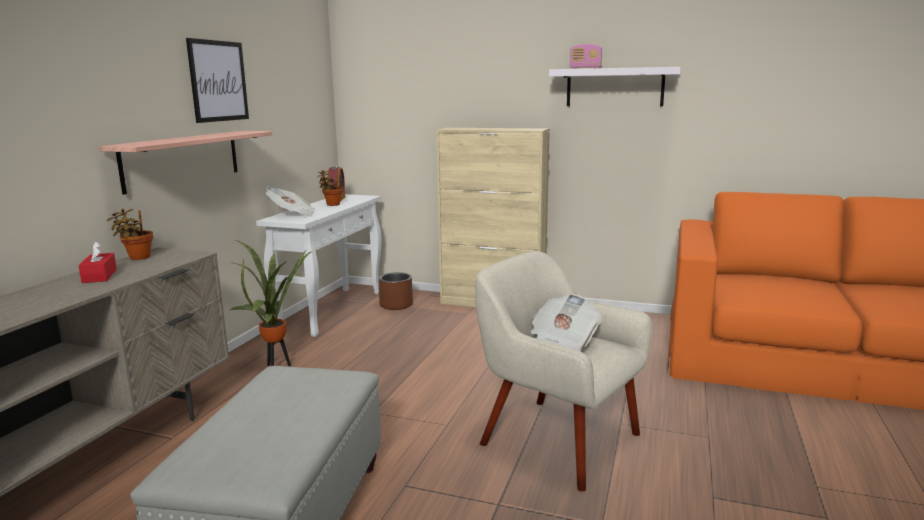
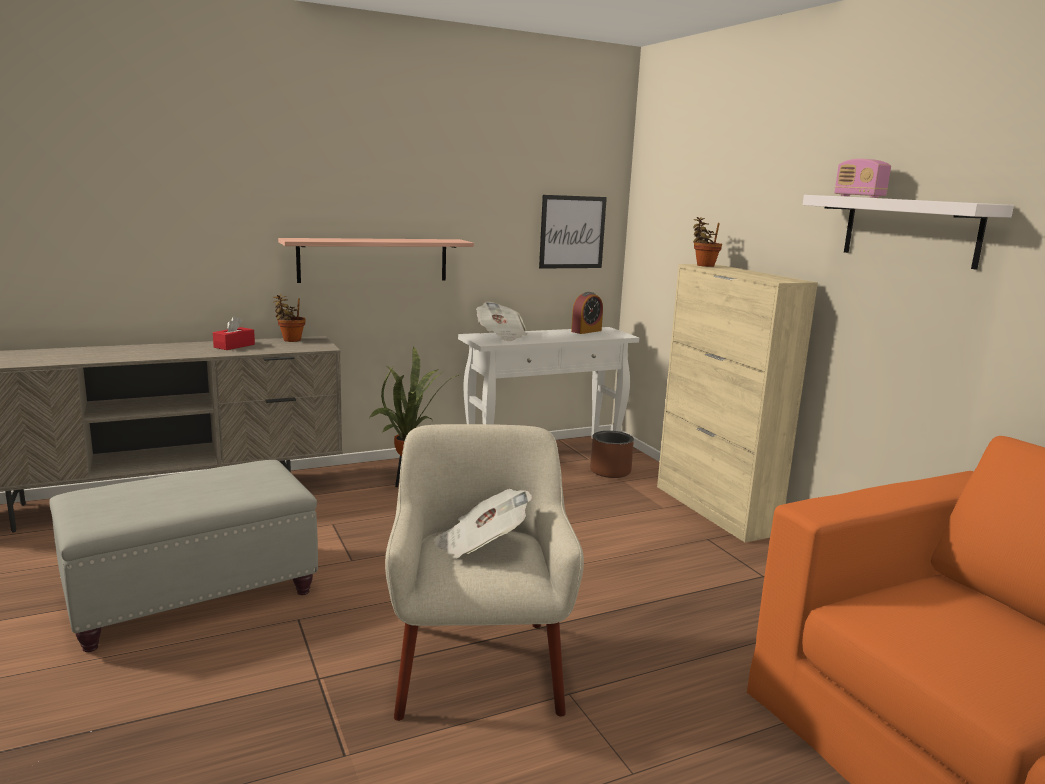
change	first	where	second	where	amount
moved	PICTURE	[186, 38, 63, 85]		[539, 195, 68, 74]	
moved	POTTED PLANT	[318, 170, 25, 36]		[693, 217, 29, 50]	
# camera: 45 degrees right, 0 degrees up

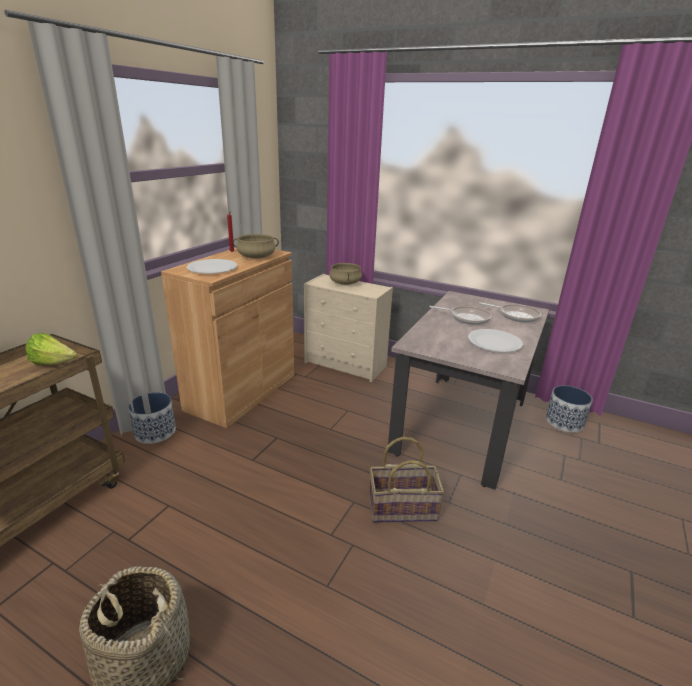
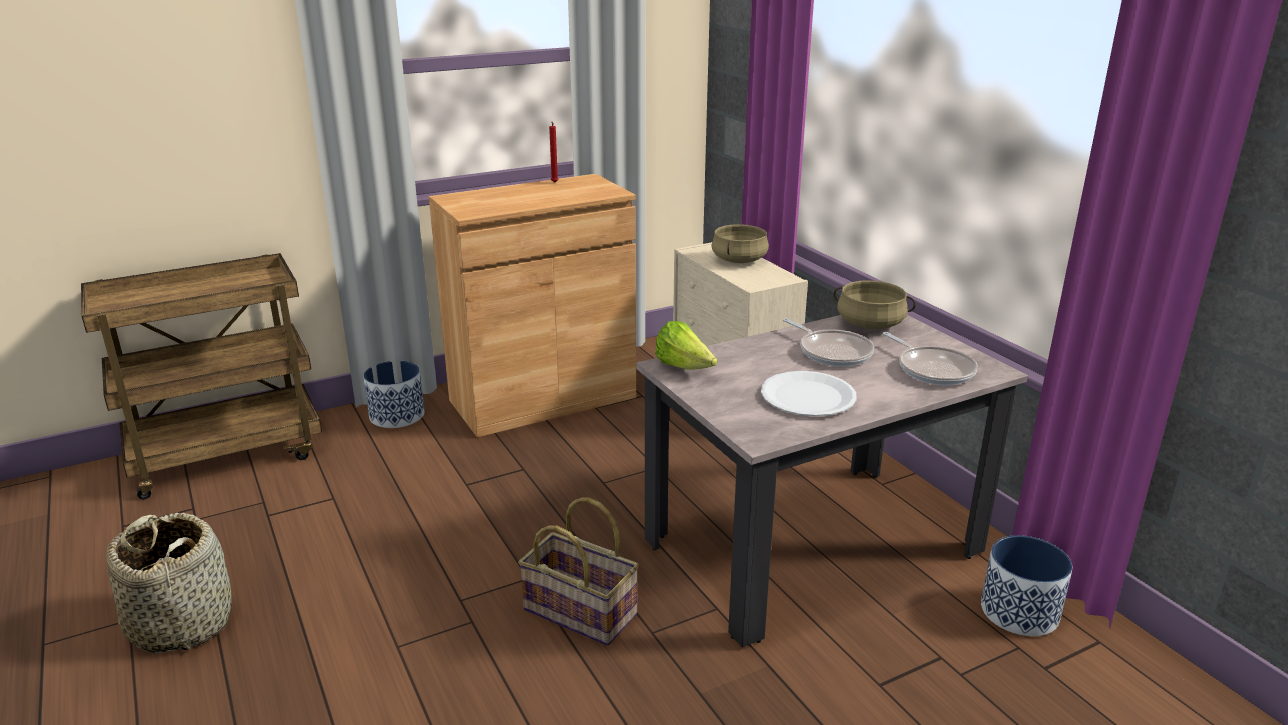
change	first	where	second	where	amount
moved	BEIGE COOKING POT	[233, 234, 46, 24]		[833, 280, 83, 49]	
removed	WHITE PLATE	[187, 259, 50, 15]			
moved	LETTUCE	[25, 333, 53, 32]		[655, 321, 63, 48]	
# camera: 35 degrees right, 0 degrees up

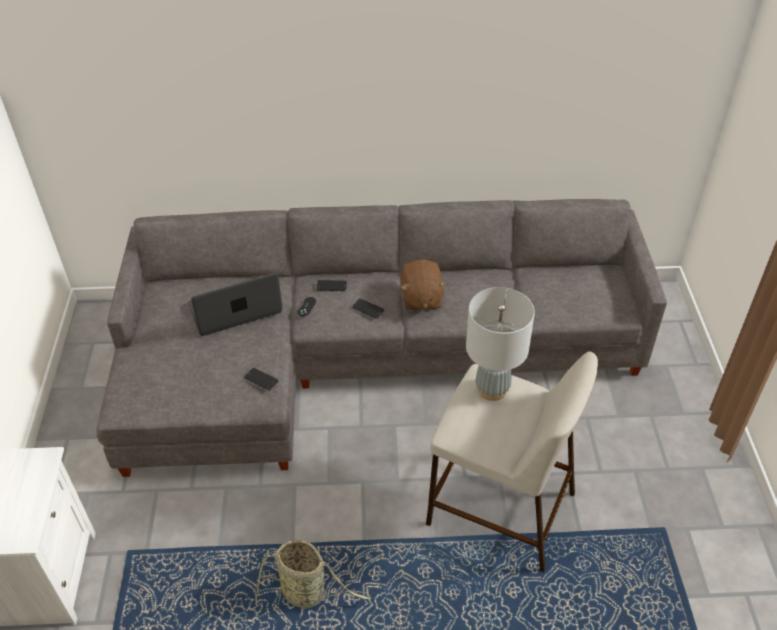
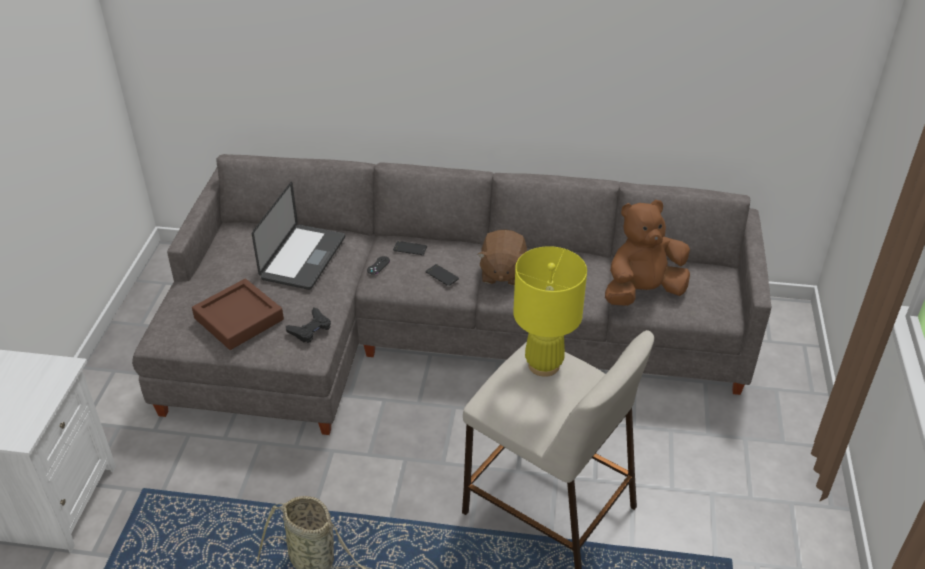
change	first	where	second	where	amount
turned	LAPTOP	[188, 273, 95, 63]		[252, 182, 93, 108]	120 degrees clockwise
recoloured	GREY TABLE LAMP	[466, 287, 69, 114]	YELLOW TABLE LAMP	[513, 246, 74, 131]	
replaced	PHONE	[244, 368, 34, 23]	BLACK GAME CONTROLLER	[286, 307, 45, 36]	
added			BROWN PLUSH TOY	[605, 200, 85, 106]	
added			BROWN TRAY	[192, 279, 92, 71]	
# camera: 10 degrees right, 5 degrees down

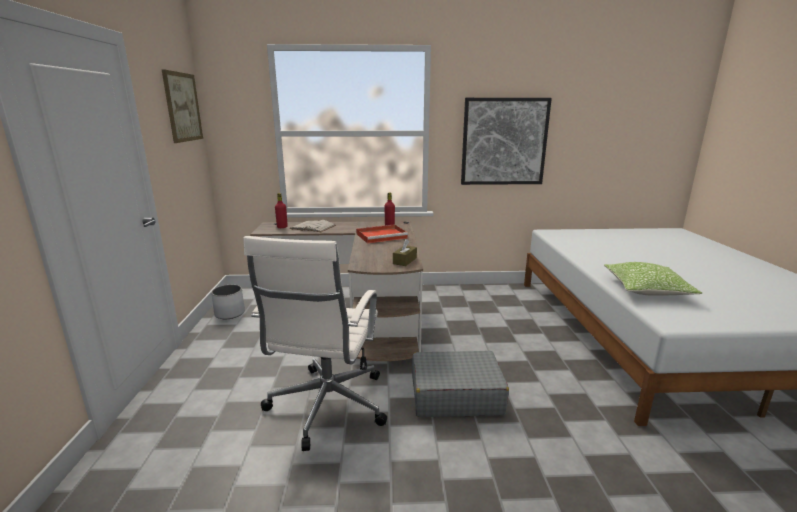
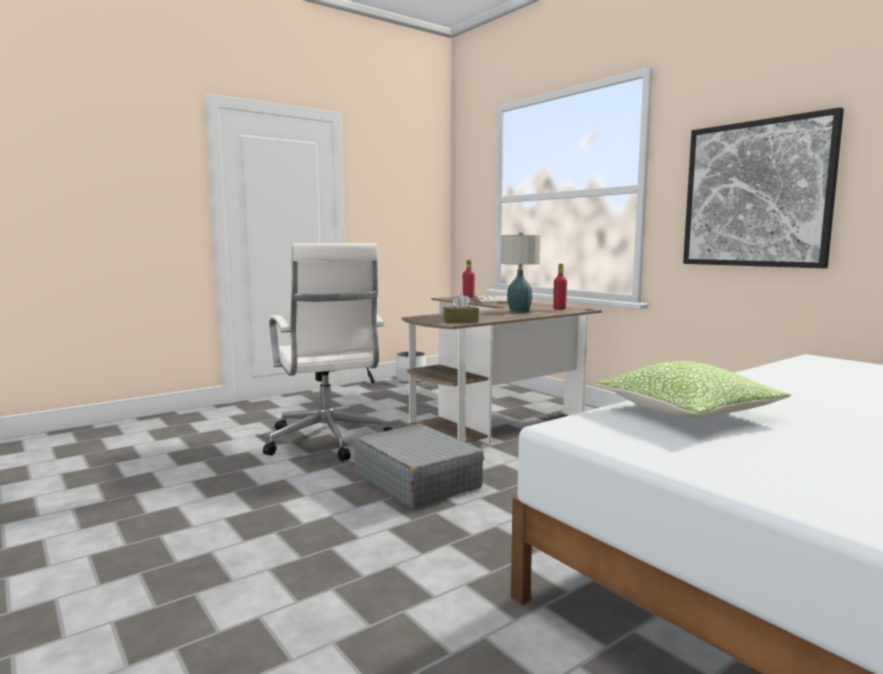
change	first	where	second	where	amount
removed	PICTURE	[161, 69, 42, 74]			
replaced	RED TRAY	[356, 224, 52, 19]	TABLE LAMP	[501, 232, 40, 81]	
turned	WHITE OFFICE CHAIR	[243, 236, 144, 215]		[263, 243, 130, 218]	90 degrees counterclockwise
# camera: 55 degrees right, 10 degrees down

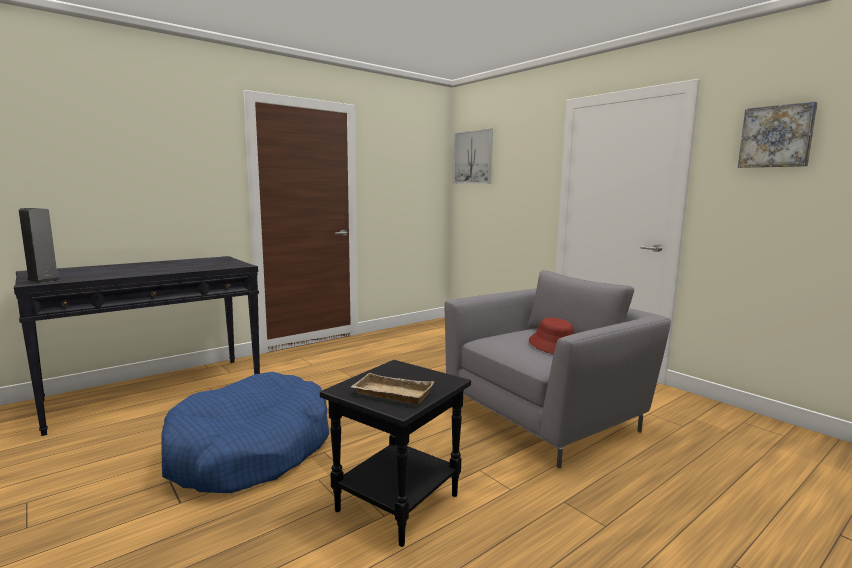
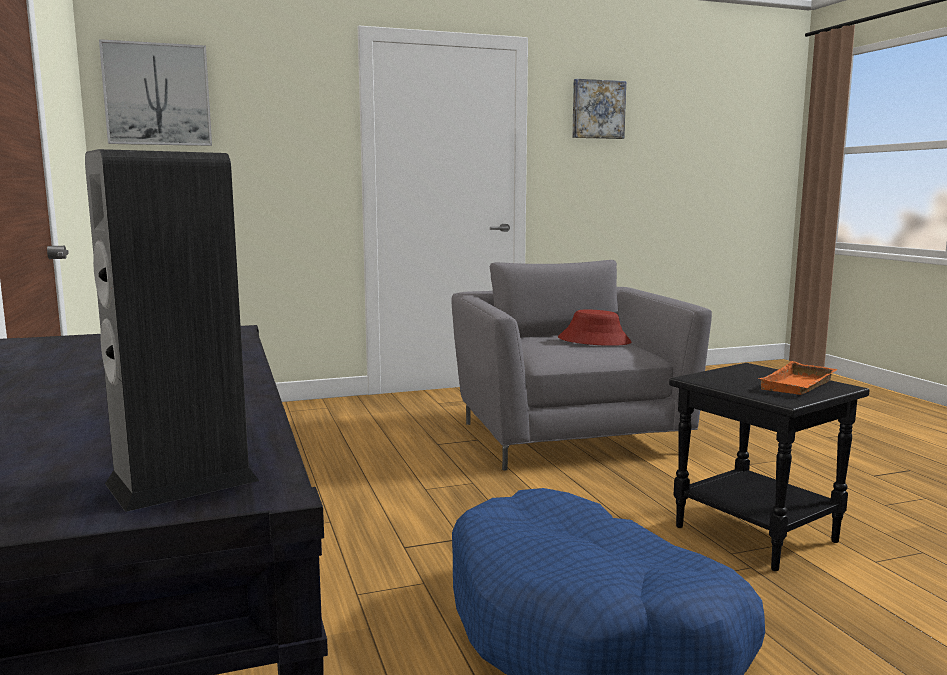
change	first	where	second	where	amount
recoloured	BEIGE TRAY	[351, 373, 83, 32]	ORANGE TRAY	[758, 361, 79, 34]	
# camera: 70 degrees left, 0 degrees up

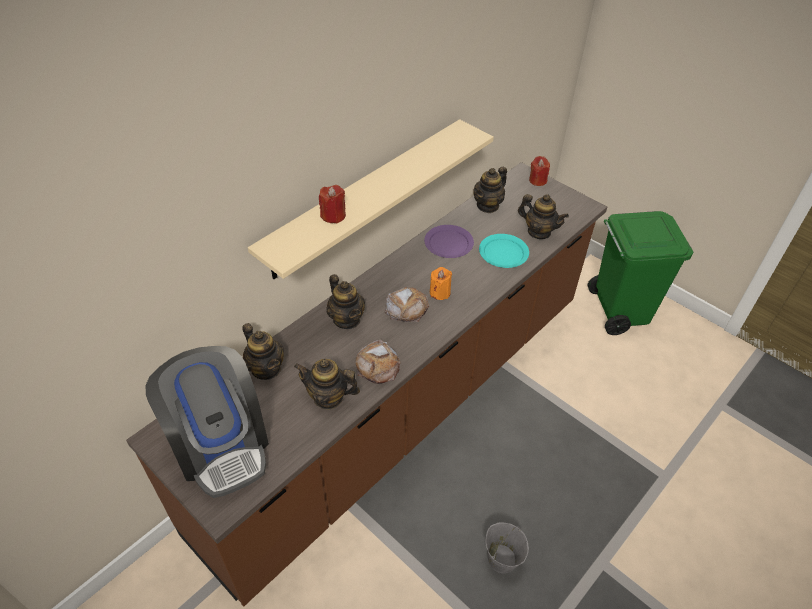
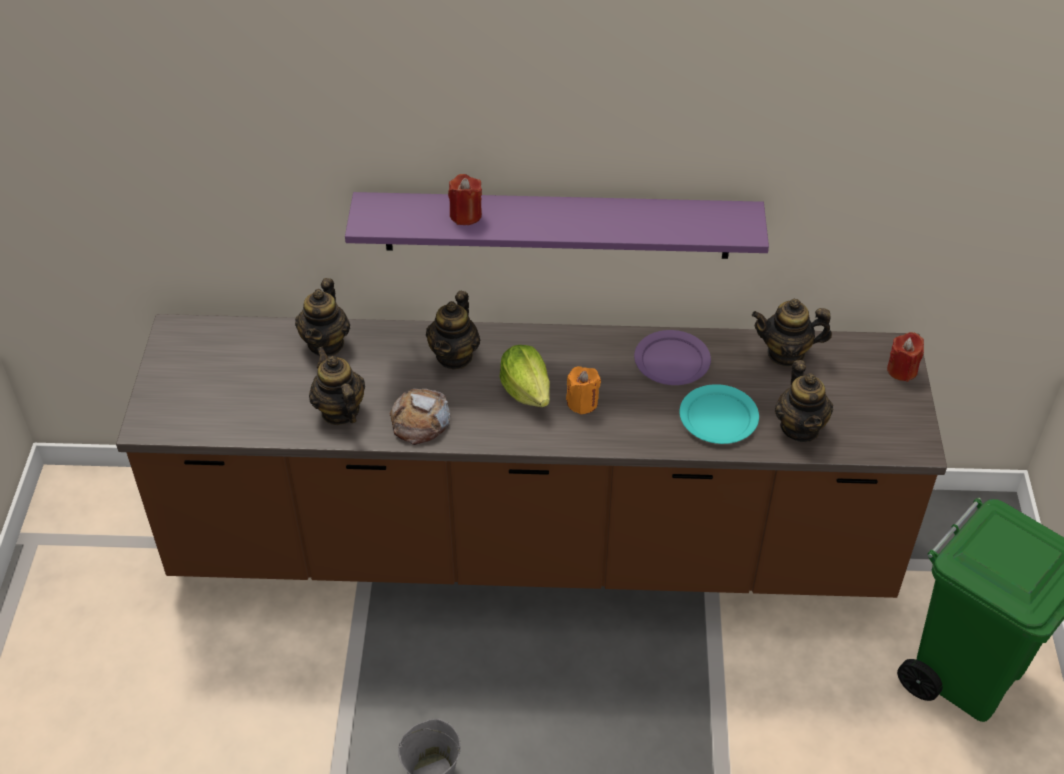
change	first	where	second	where	amount
recoloured	BEIGE SHELF	[248, 119, 246, 160]	PURPLE SHELF	[345, 192, 424, 67]	
replaced	BREAD	[385, 287, 44, 35]	LETTUCE	[499, 345, 51, 62]	
removed	COFFEE MACHINE	[146, 346, 123, 152]			
# camera: 50 degrees right, 0 degrees up

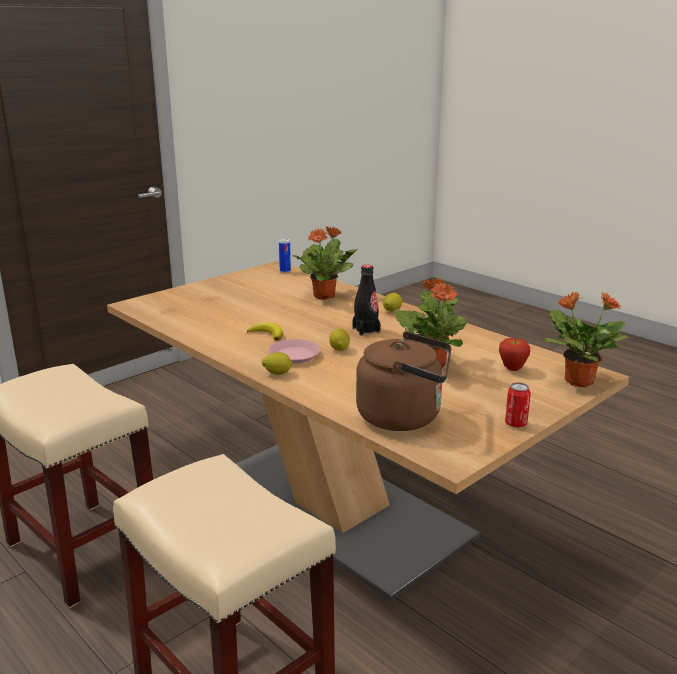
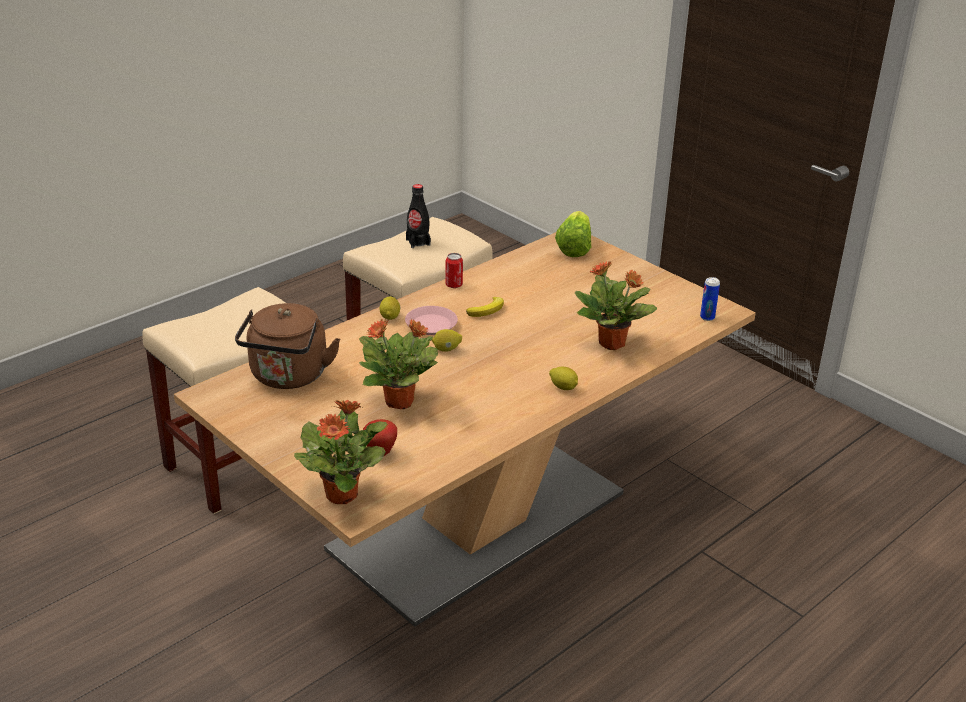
change	first	where	second	where	amount
moved	BLACK BOTTLE	[352, 265, 29, 70]		[406, 184, 25, 64]	
moved	CAN	[505, 382, 26, 46]		[445, 253, 18, 35]	
added			LETTUCE	[555, 211, 36, 46]	
# camera: 90 degrees right, 10 degrees up

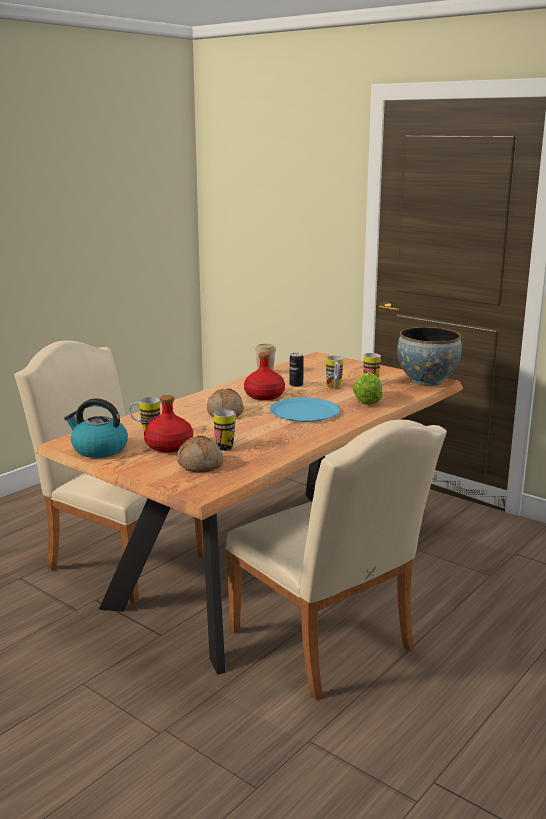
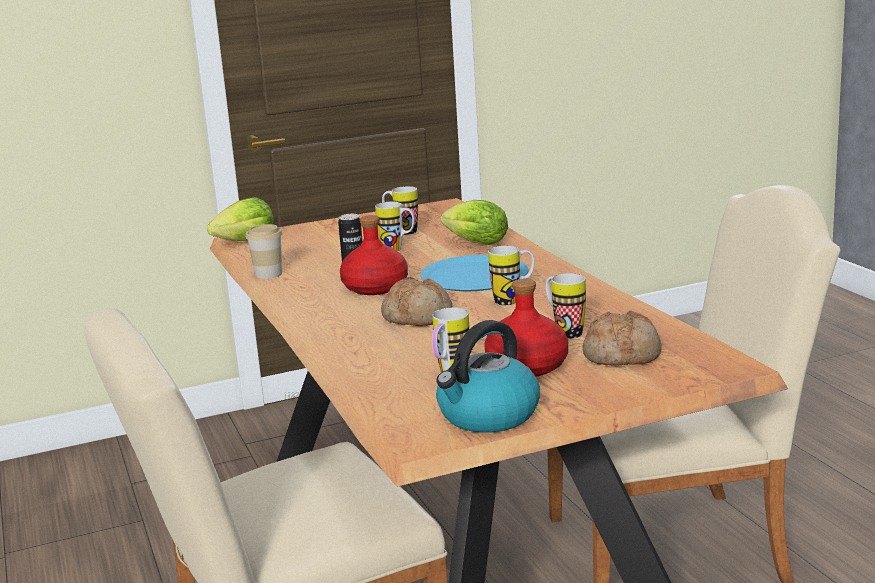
change	first	where	second	where	amount
removed	BOWL	[397, 327, 65, 59]			
added			LETTUCE	[207, 197, 66, 44]	
added			MUG	[488, 246, 46, 59]	
# camera: 60 degrees left, 0 degrees up

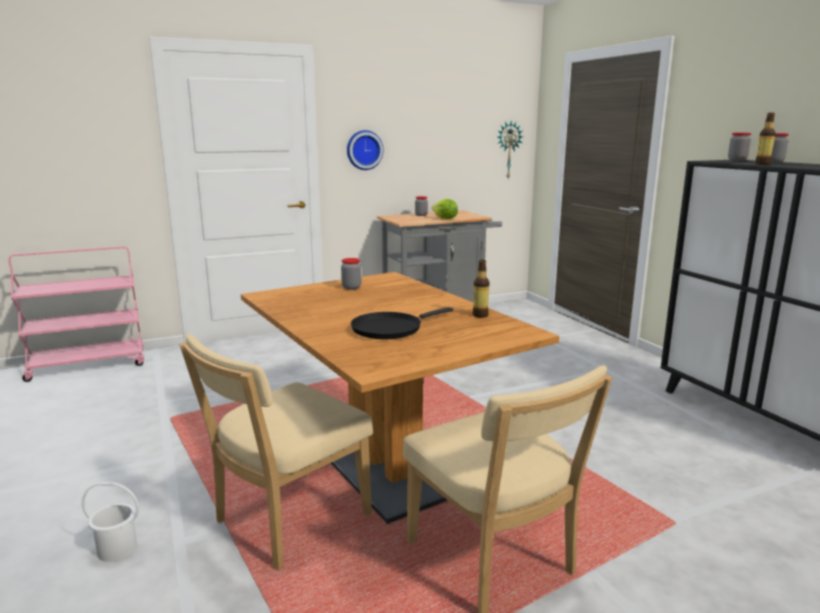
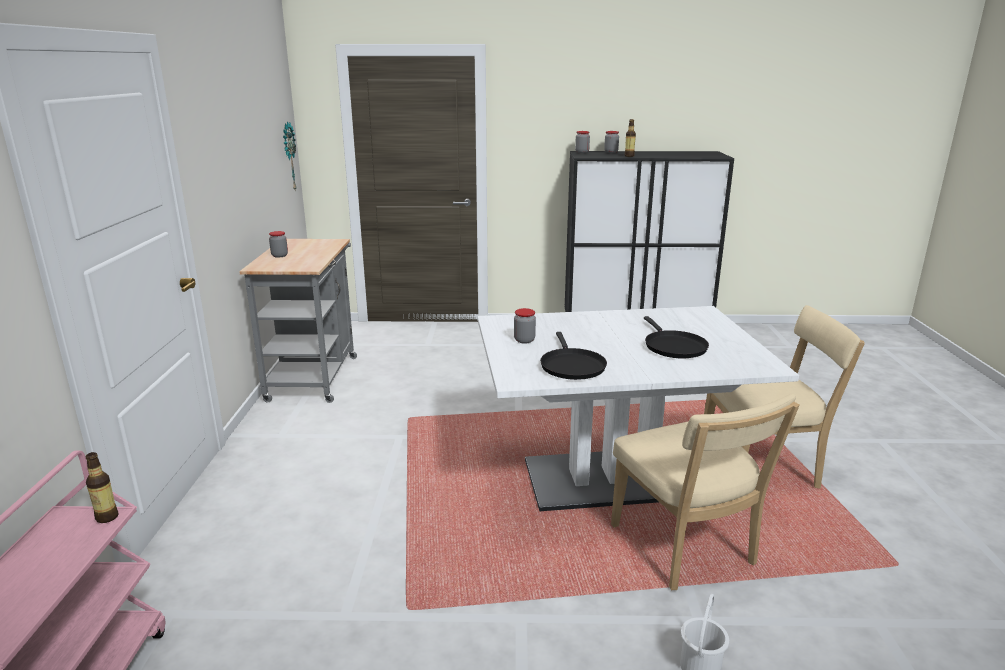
change	first	where	second	where	amount
removed	WALL CLOCK	[347, 130, 37, 40]			
removed	LETTUCE	[432, 199, 26, 20]			
moved	BOTTLE	[473, 260, 16, 58]		[85, 452, 34, 71]	
recoloured	BROWN DINING TABLE	[241, 272, 319, 252]	WHITE DINING TABLE	[478, 306, 321, 205]	
added			BLACK FRYING PAN	[540, 332, 67, 48]	
# camera: 65 degrees left, 5 degrees up

